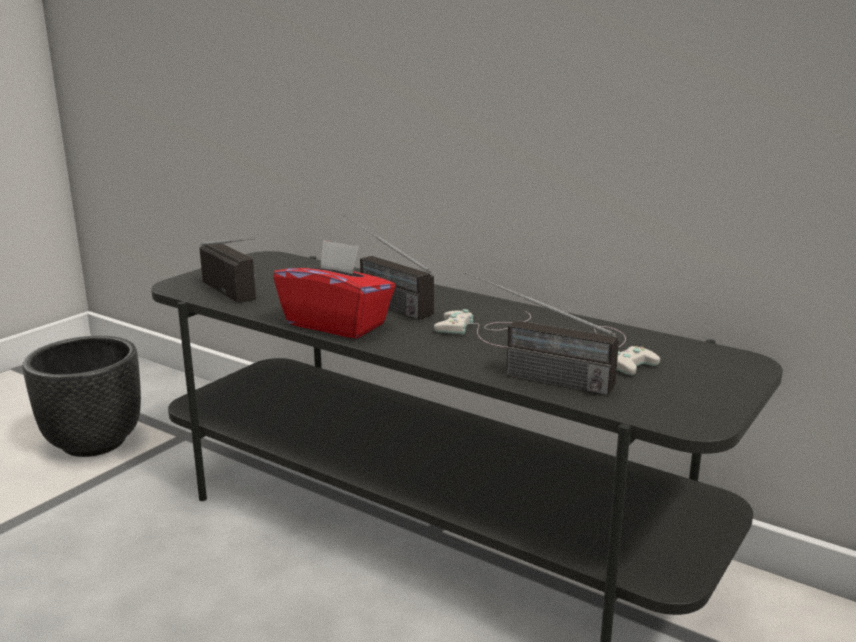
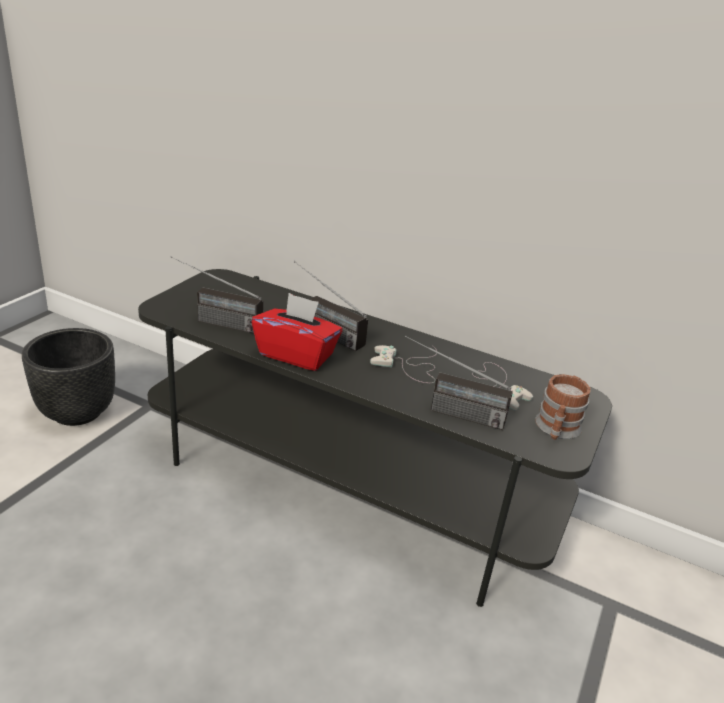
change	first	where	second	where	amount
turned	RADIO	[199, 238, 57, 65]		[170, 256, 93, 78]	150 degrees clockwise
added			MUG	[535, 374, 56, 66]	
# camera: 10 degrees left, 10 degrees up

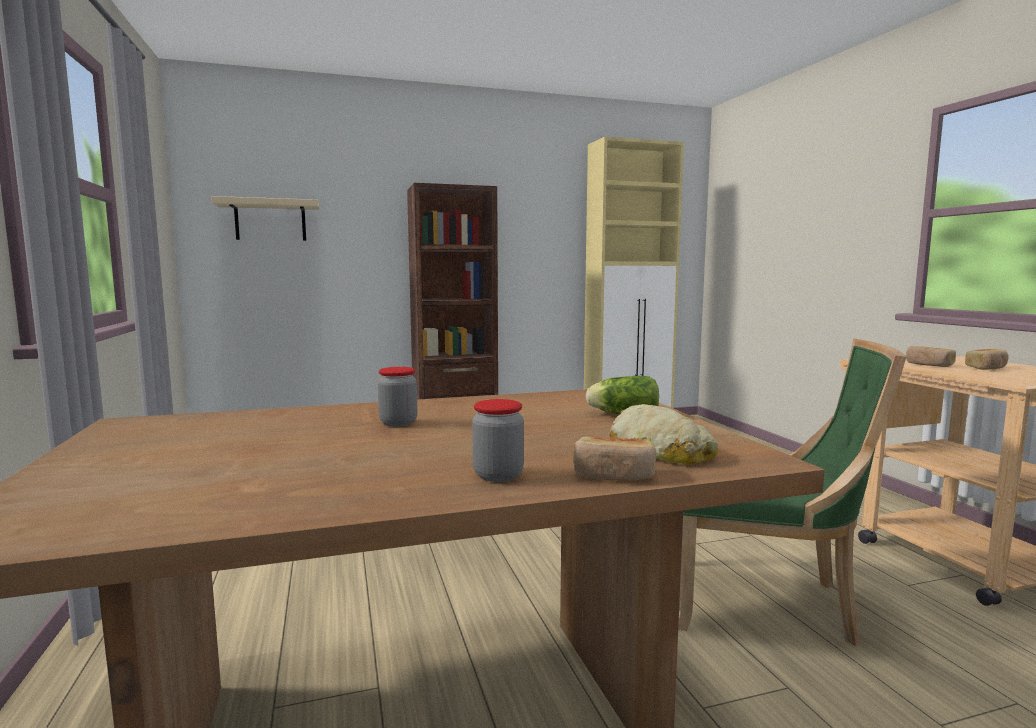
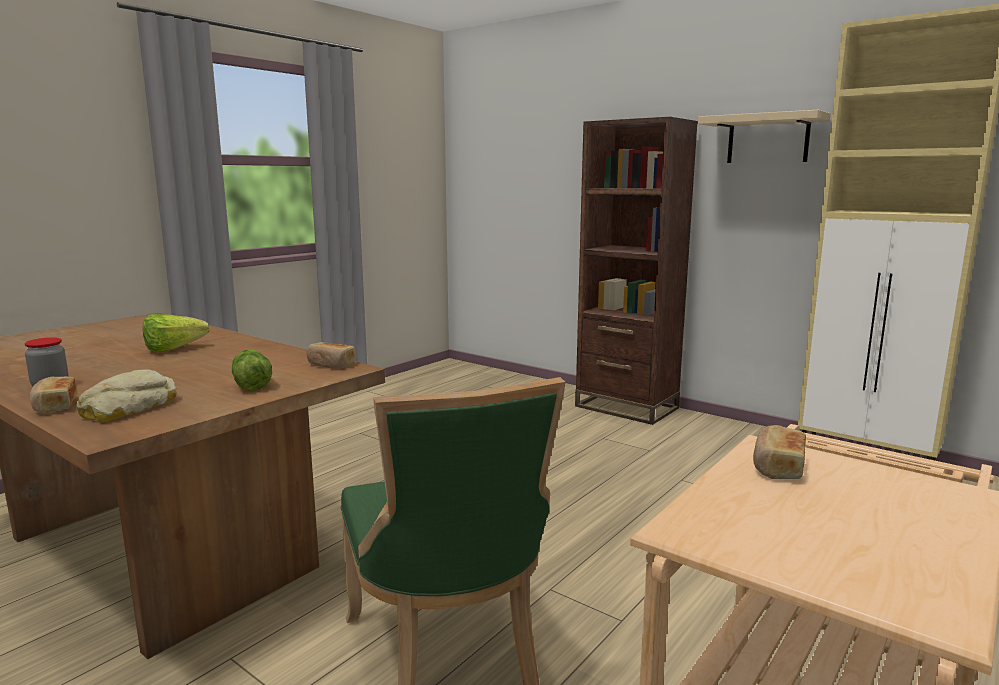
change	first	where	second	where	amount
moved	BEIGE SHELF	[211, 196, 108, 45]		[698, 110, 133, 53]	
moved	BREAD	[965, 349, 44, 21]		[306, 342, 49, 26]	
replaced	JAR	[378, 367, 40, 60]	LETTUCE	[143, 314, 67, 38]	
# camera: 55 degrees right, 5 degrees up

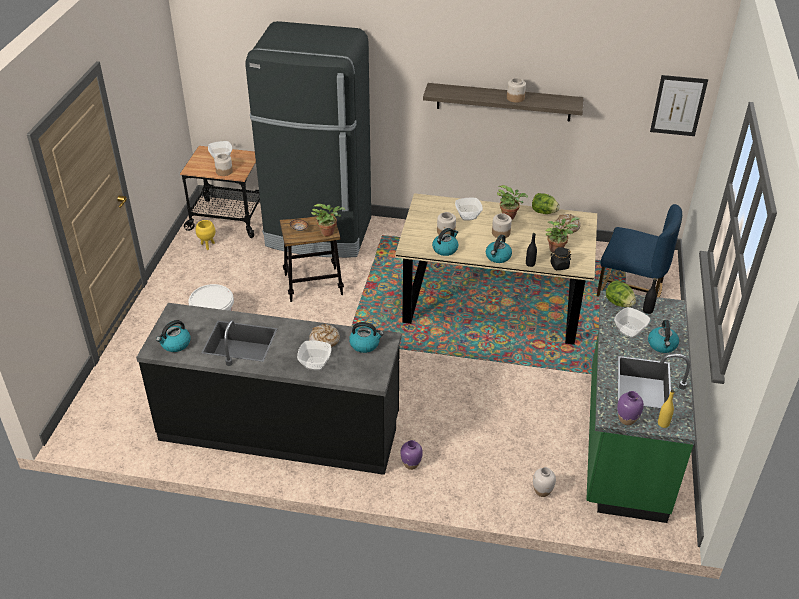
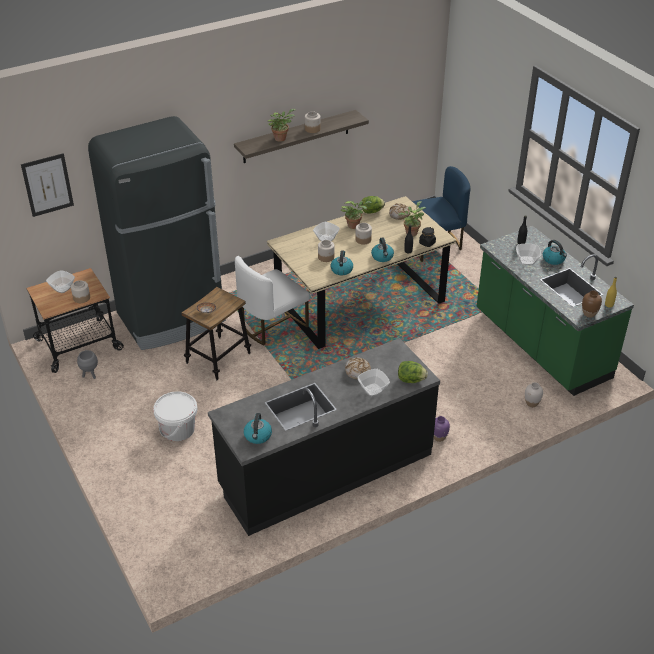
change	first	where	second	where	amount
moved	PICTURE	[650, 75, 58, 61]		[21, 153, 53, 64]	
moved	POTTED PLANT	[311, 204, 34, 32]		[268, 109, 28, 33]	
recoloured	YELLOW PLANTER	[196, 220, 19, 30]	GREY PLANTER	[77, 350, 21, 29]	
moved	LETTUCE	[606, 280, 30, 27]		[398, 361, 30, 22]	
removed	KETTLE	[349, 322, 35, 31]			
recoloured	PURPLE VASE	[617, 391, 27, 34]	BROWN VASE	[582, 290, 20, 28]	
added			WHITE CHAIR	[235, 256, 75, 90]	
# camera: 40 degrees left, 0 degrees up

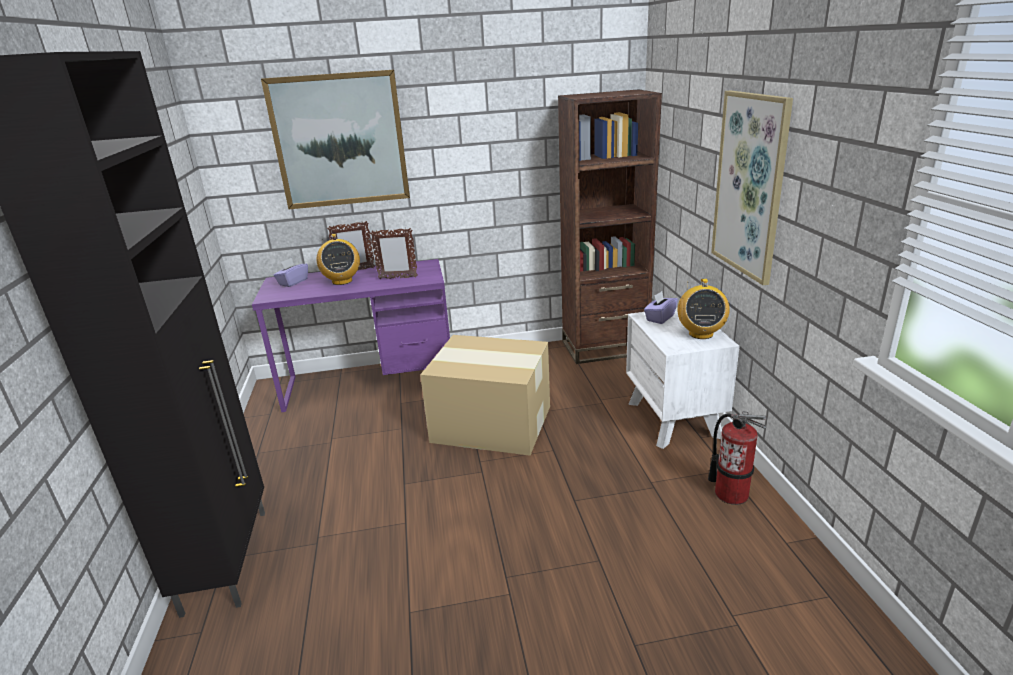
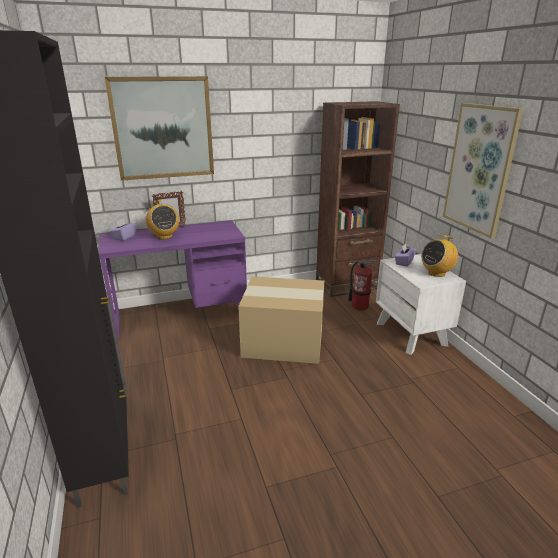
change	first	where	second	where	amount
removed	PICTURE FRAME	[370, 228, 48, 51]			
turned	RADIO	[678, 279, 52, 60]		[421, 235, 37, 42]	60 degrees clockwise
moved	FIRE EXTINGUISHER	[708, 411, 58, 94]		[348, 260, 28, 50]	
# camera: 10 degrees left, 0 degrees up

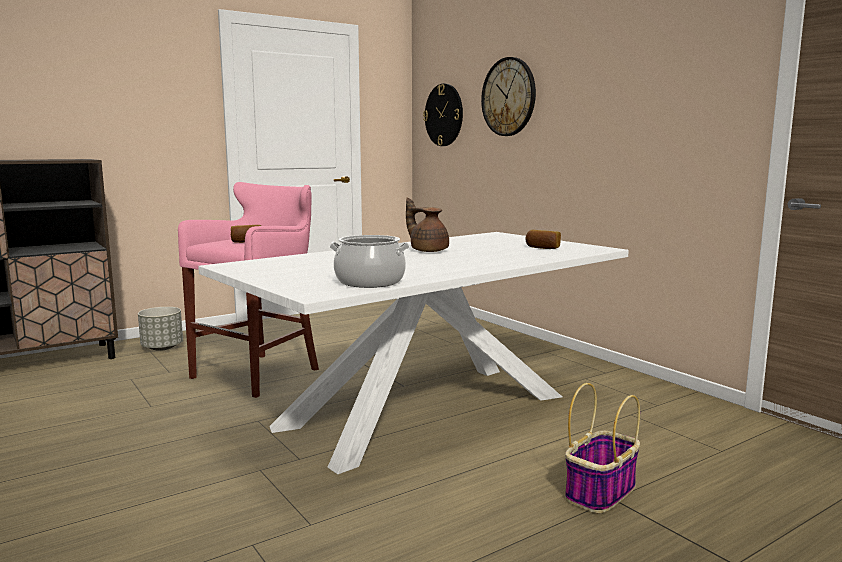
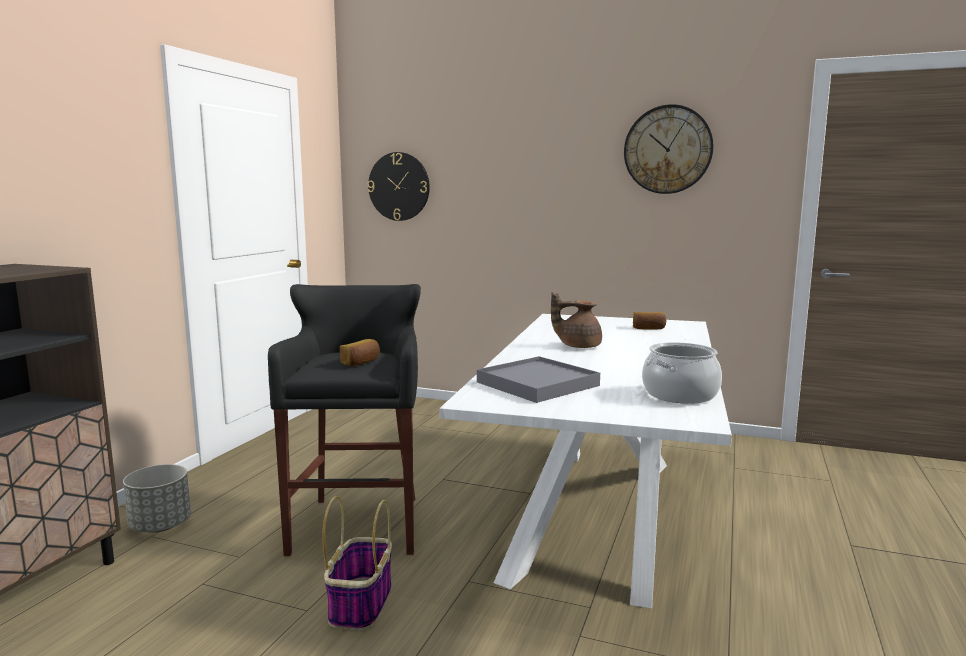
change	first	where	second	where	amount
moved	WALL CLOCK	[481, 57, 55, 79]		[624, 104, 90, 90]	
recoloured	PINK STOOL	[178, 182, 141, 216]	BLACK STOOL	[268, 284, 153, 272]	
moved	BASKET	[565, 383, 75, 130]		[323, 496, 69, 135]	
added			GREY TRAY	[477, 356, 123, 47]	
# camera: 35 degrees left, 0 degrees up

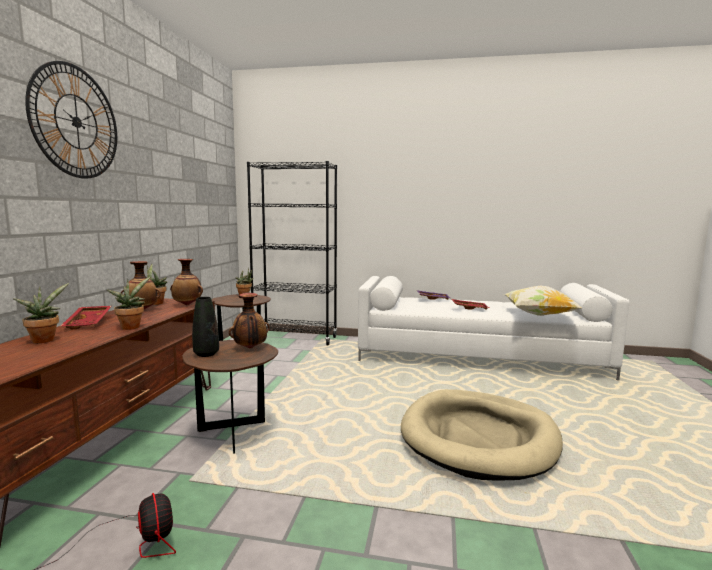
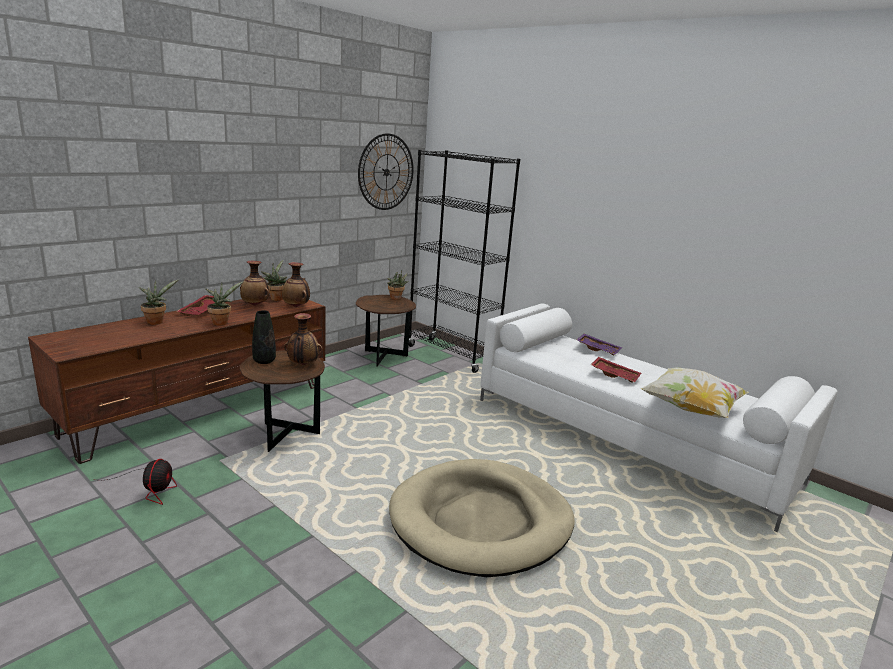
change	first	where	second	where	amount
moved	WALL CLOCK	[25, 61, 92, 118]		[358, 133, 55, 77]	
# camera: 30 degrees right, 10 degrees up

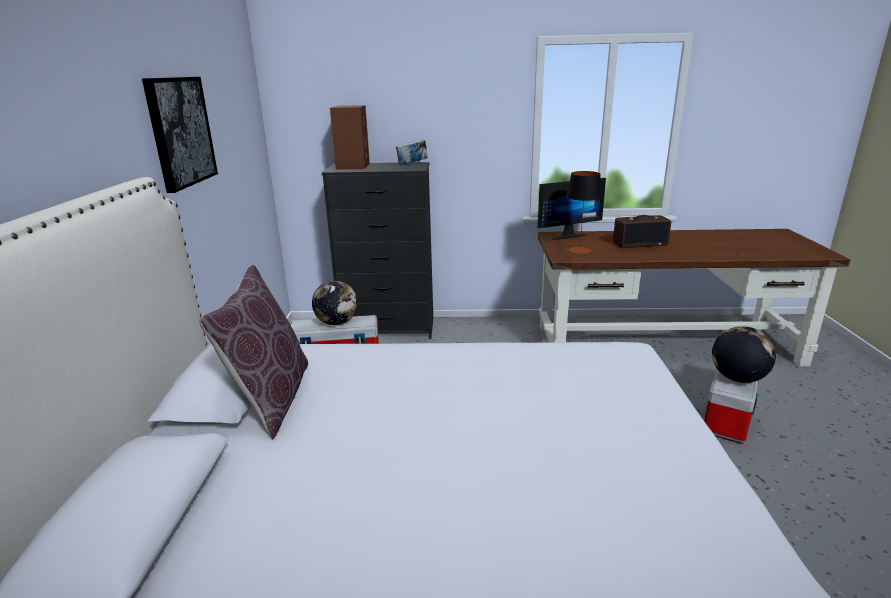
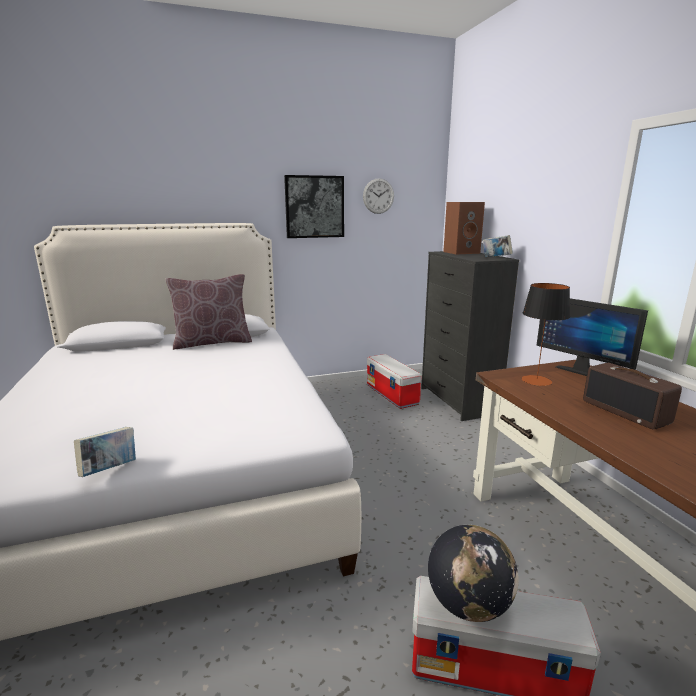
change	first	where	second	where	amount
removed	GLOBE	[312, 281, 45, 44]			
added			WALL CLOCK	[363, 178, 31, 36]	
added			BOOK	[74, 427, 62, 50]	
# camera: 70 degrees right, 5 degrees down

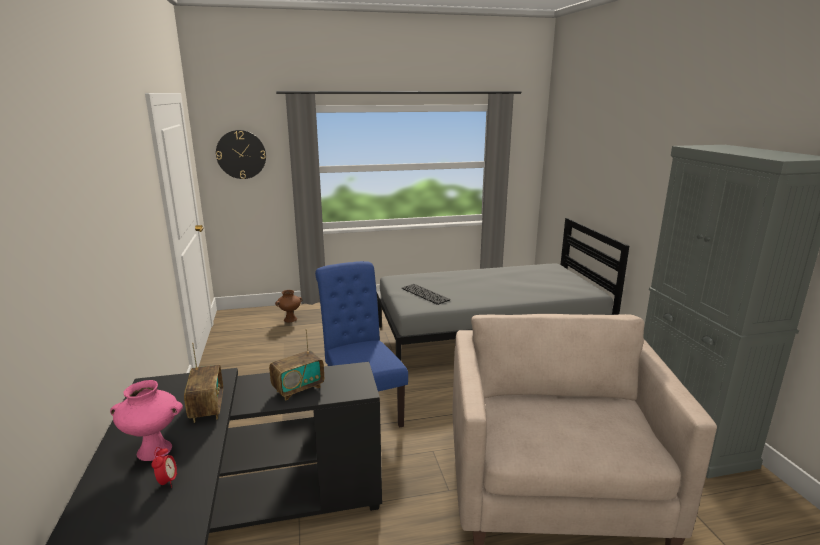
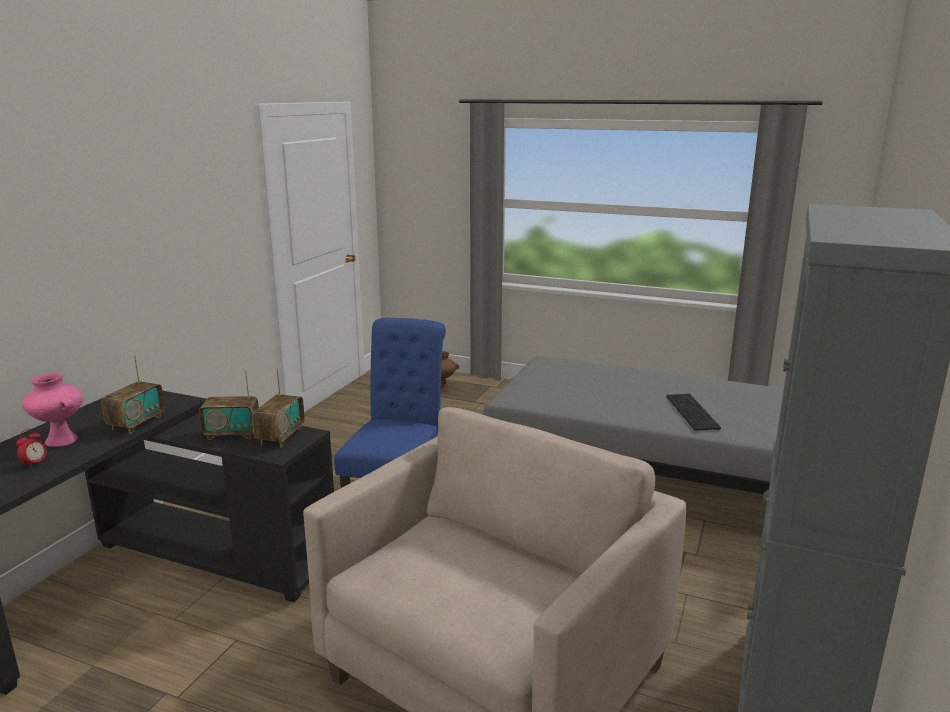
change	first	where	second	where	amount
removed	WALL CLOCK	[216, 130, 50, 49]			
moved	KEYBOARD	[402, 284, 48, 21]		[666, 394, 55, 37]	
added			RADIO	[252, 368, 53, 79]	
# camera: 35 degrees right, 0 degrees up

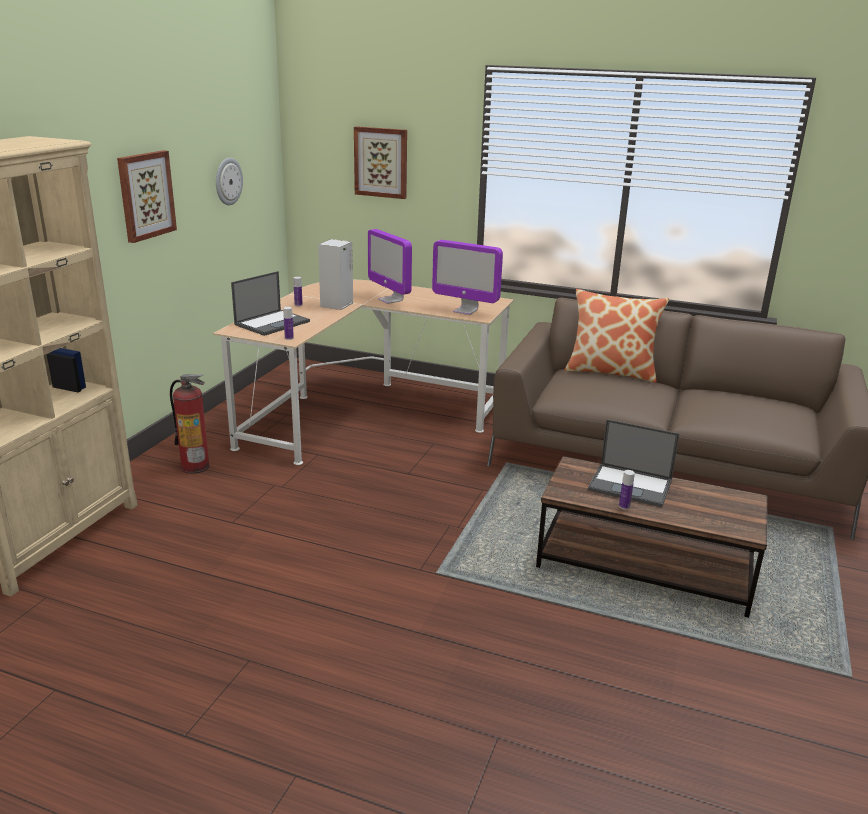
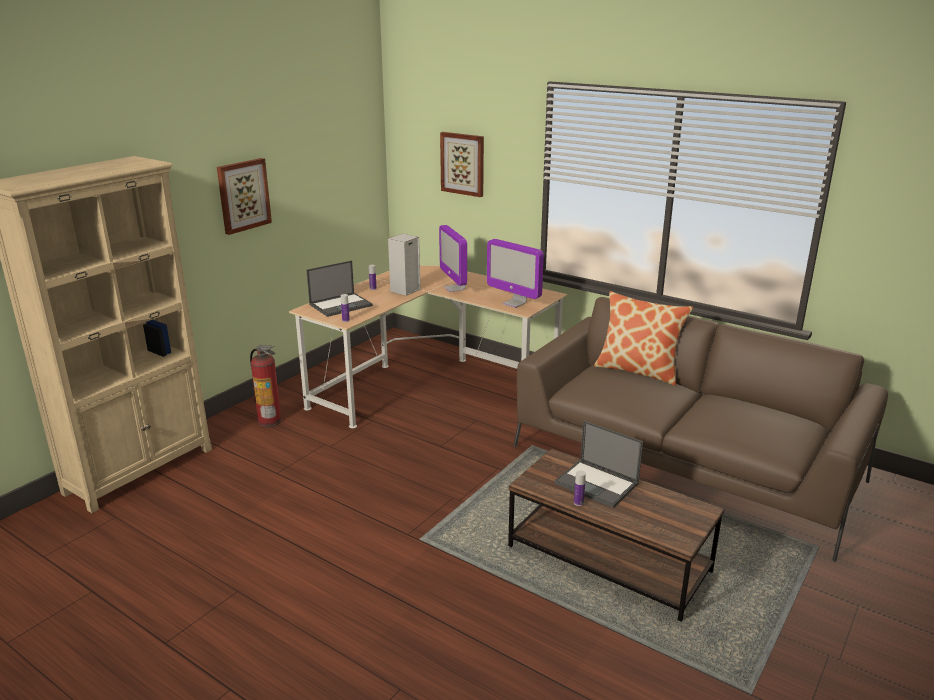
change	first	where	second	where	amount
removed	WALL CLOCK	[216, 158, 27, 47]			
# camera: 15 degrees right, 0 degrees up

